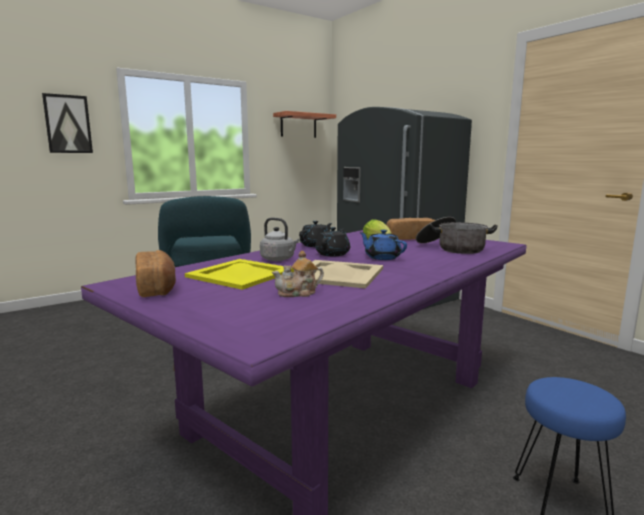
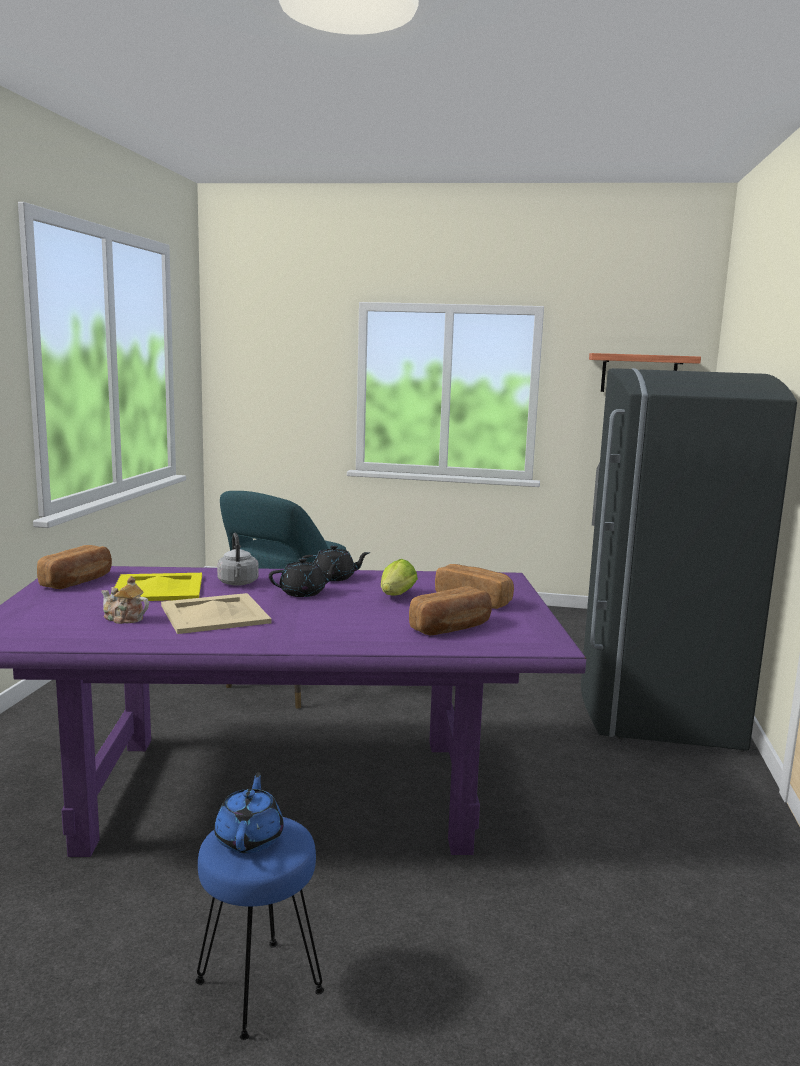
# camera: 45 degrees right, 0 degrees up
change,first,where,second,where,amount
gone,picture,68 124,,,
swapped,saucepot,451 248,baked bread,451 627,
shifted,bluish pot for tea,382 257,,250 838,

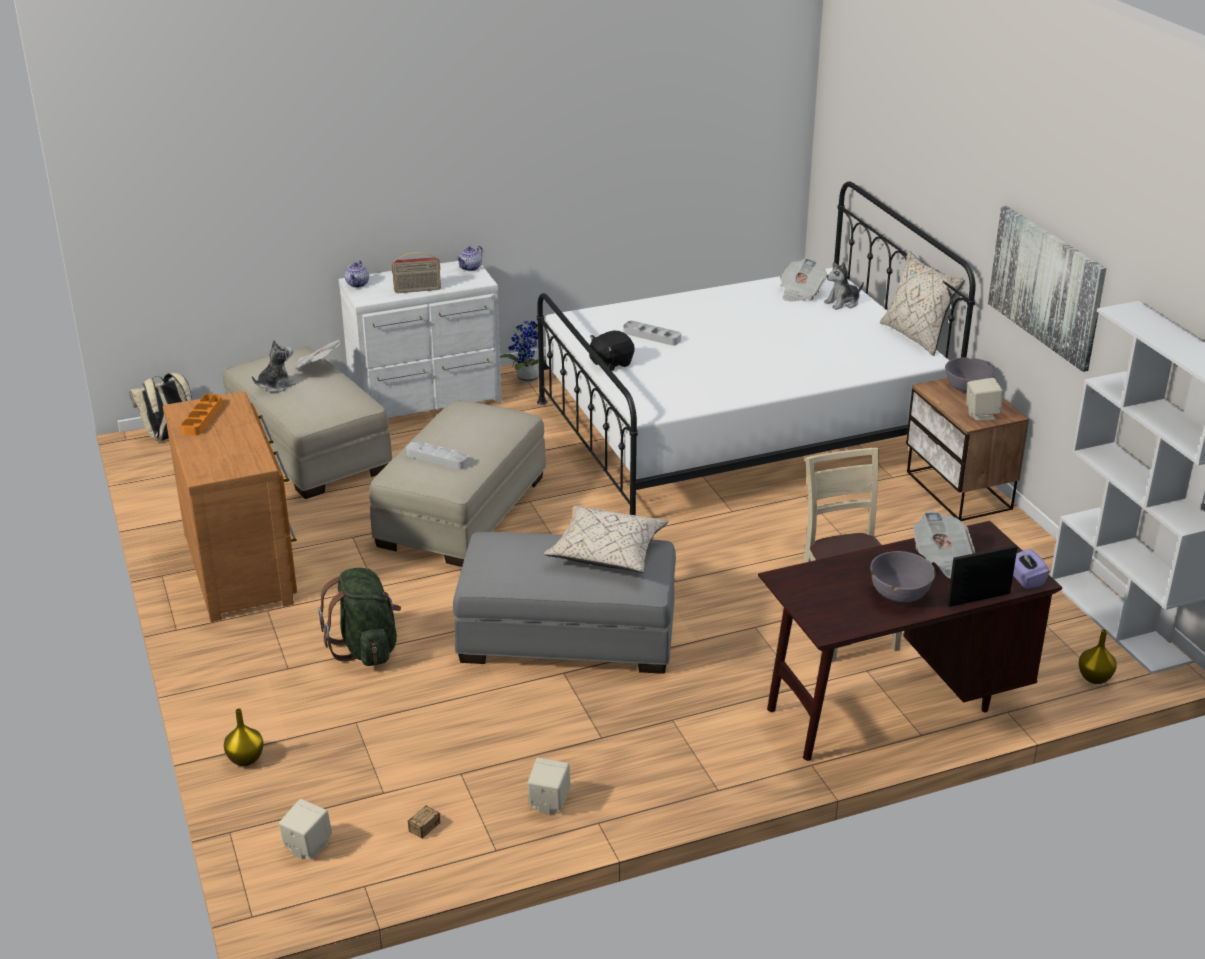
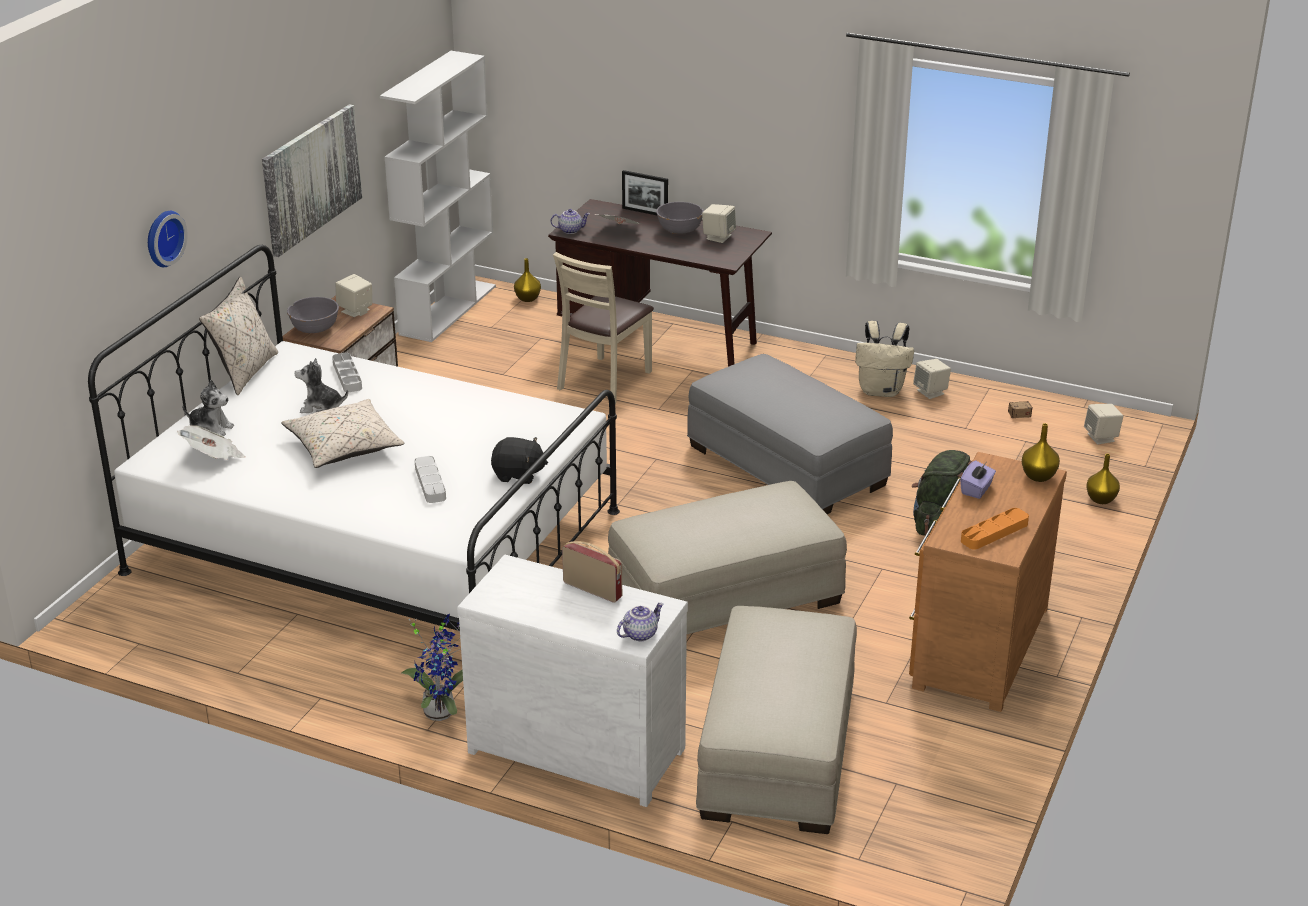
# camera: 135 degrees left, 0 degrees up
change,first,where,second,where,amount
shifted,pot for tea,470 268,,570 230,
gone,daily paper,318 366,,,
shifted,soft toy,275 385,,321 408,
shifted,sand-coloured rucksack,169 436,,882 390,
shifted,greyish carrying tray,437 458,,347 376,
shifted,sand-coloured pillow,607 552,,344 447,
shifted,purple tissue holder,1025 579,,976 489,
new,,,sand-coloured speaker,718 237,
new,,,hanging clock,162 238,
new,,,yellow vase,1038 476,

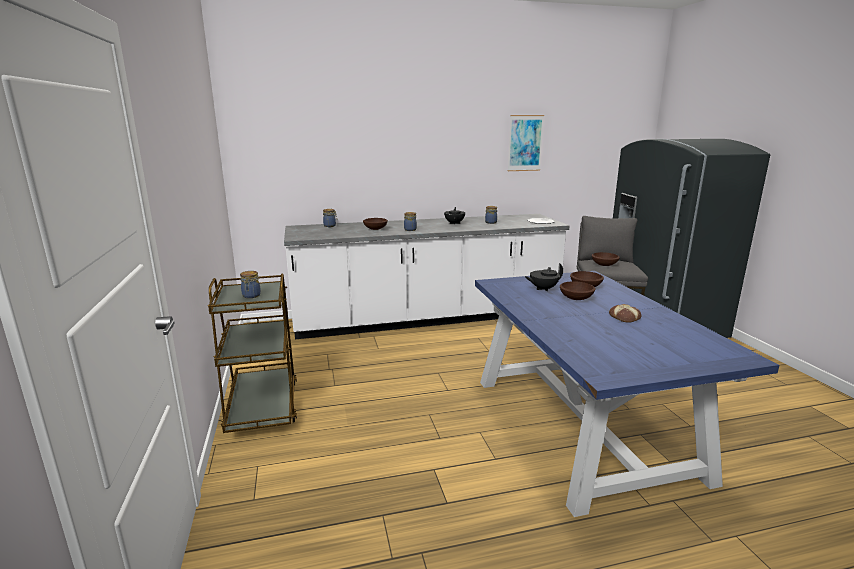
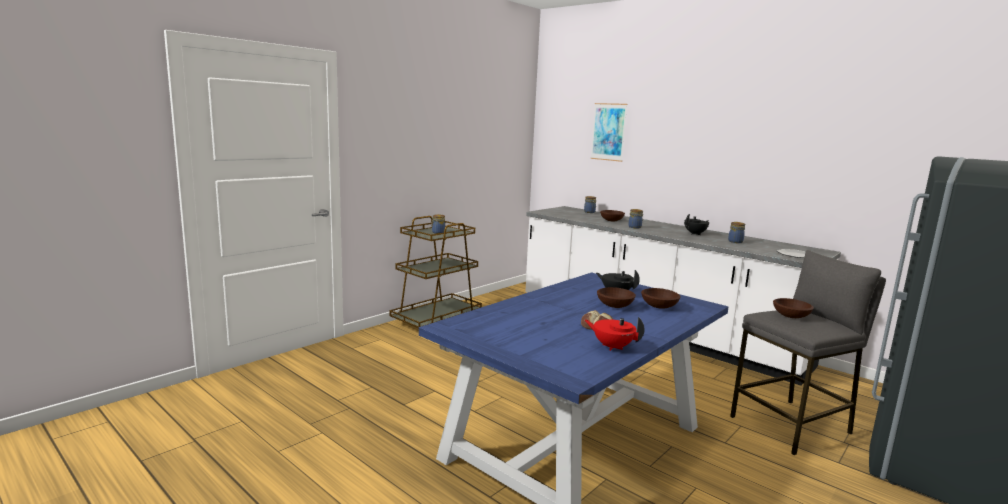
# camera: 55 degrees right, 5 degrees down
change,first,where,second,where,amount
shifted,picture,525 143,,608 132,
new,,,red pot for tea,612 347,

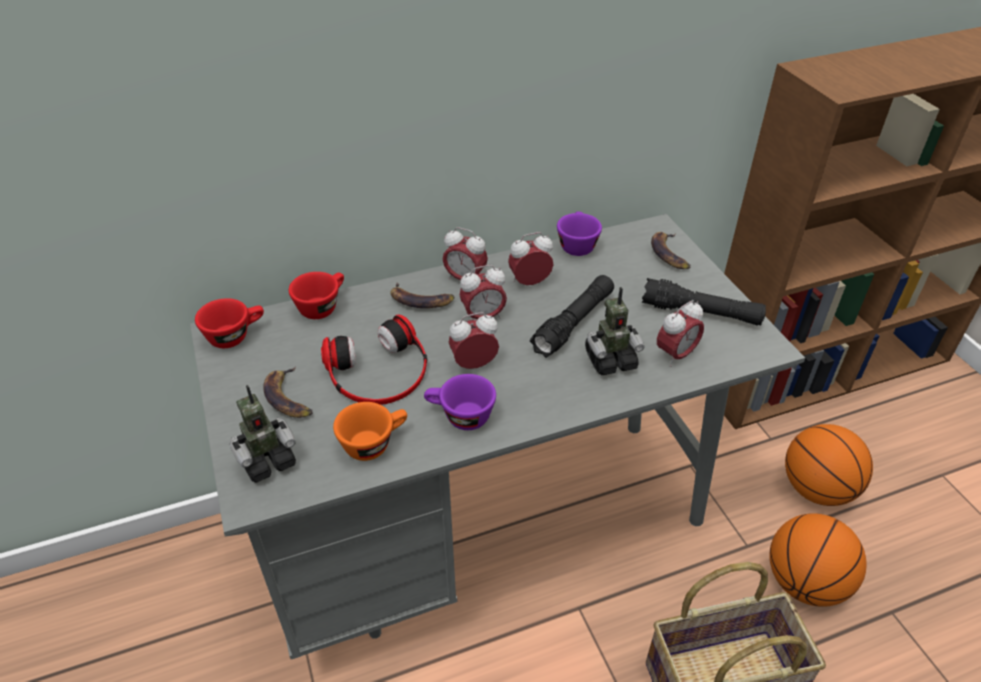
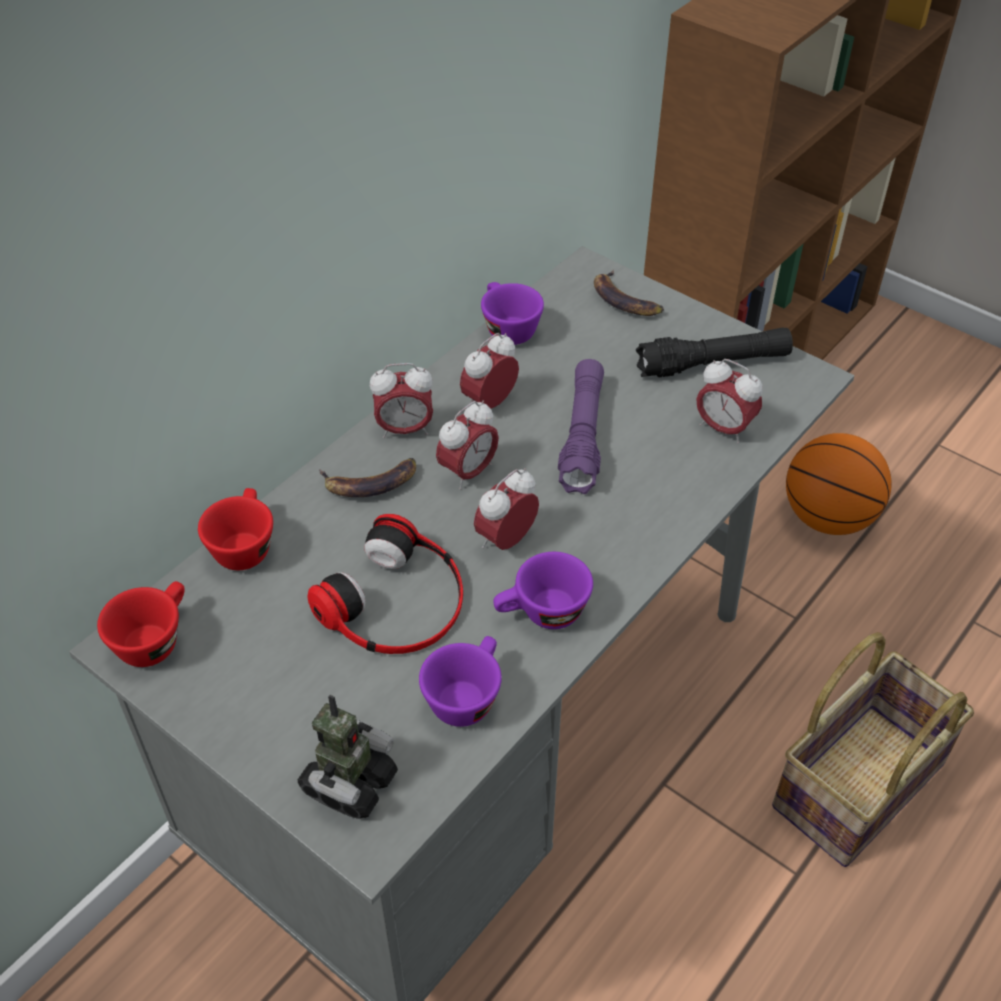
# camera: 30 degrees left, 5 degrees up
change,first,where,second,where,amount
repainted,blackish hand torch,573 323,purple hand torch,582 436,
gone,robot figure,610 360,,,
rotated,alarm clock,675 355,,723 428,105 degrees clockwise
gone,banana fruit,289 397,,,
repainted,orange small cup,374 443,purple small cup,466 695,
gone,basketball,804 582,,,

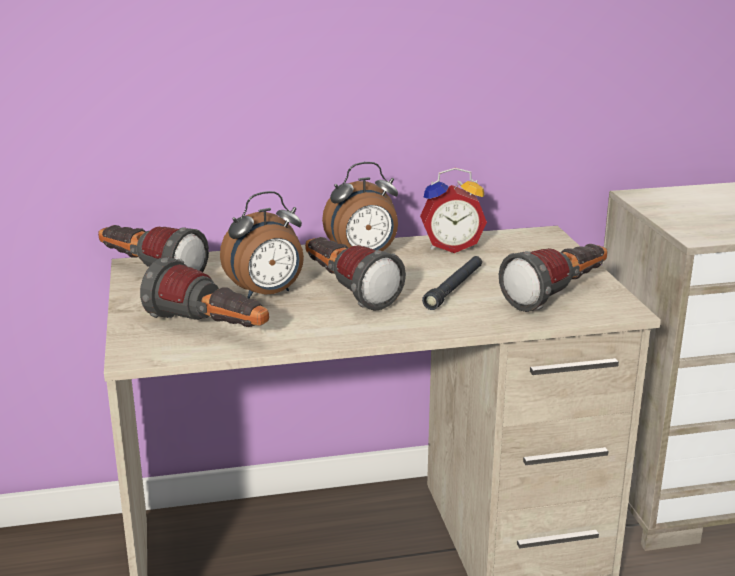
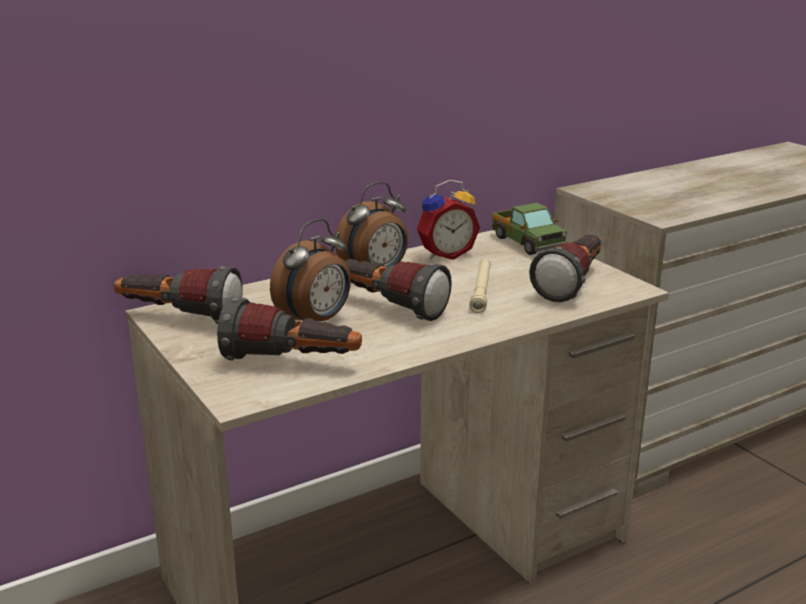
# camera: 20 degrees left, 0 degrees up
change,first,where,second,where,amount
repainted,blackish hand torch,454 288,sand-coloured hand torch,481 291,
new,,,model truck,527 243,

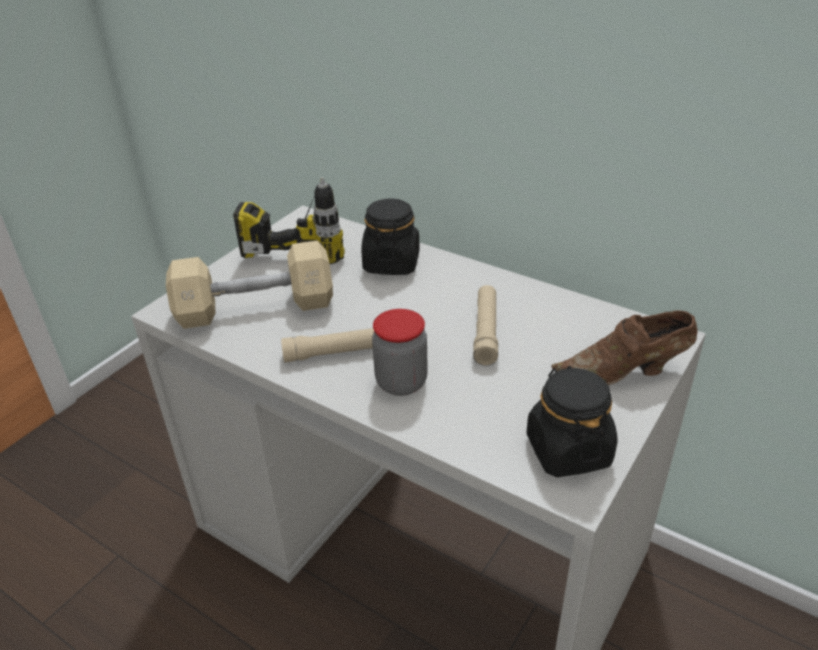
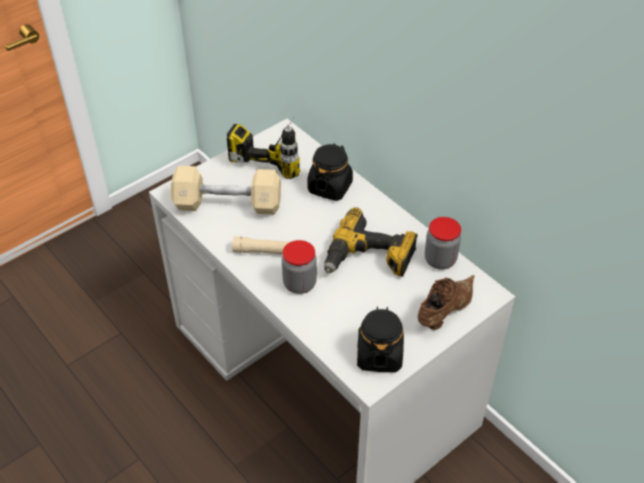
# camera: 15 degrees right, 10 degrees up
change,first,where,second,where,amount
swapped,sand-coloured hand torch,486 331,electric drill,369 259,
rotated,brownish item of footwear,625 373,,443 312,120 degrees clockwise
new,,,storage jar,440 260,

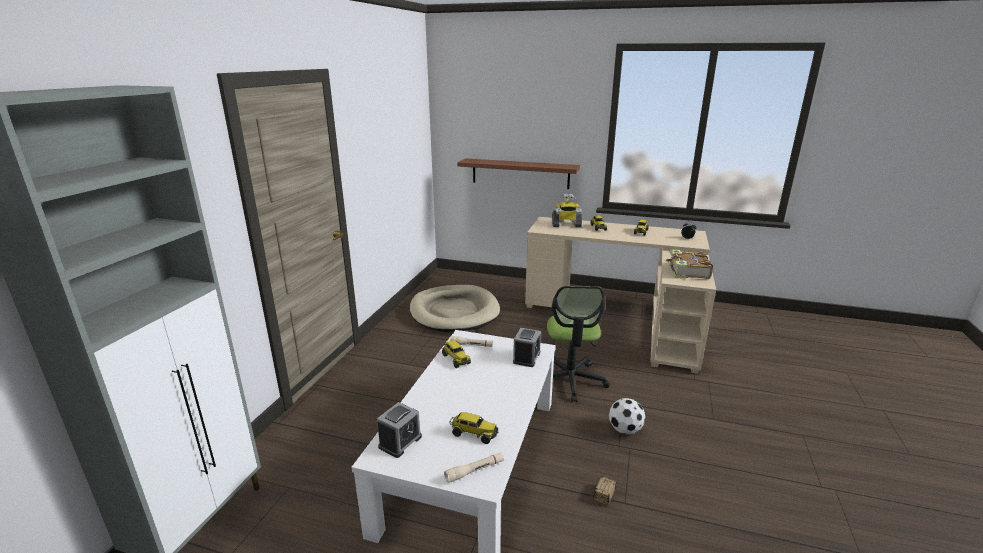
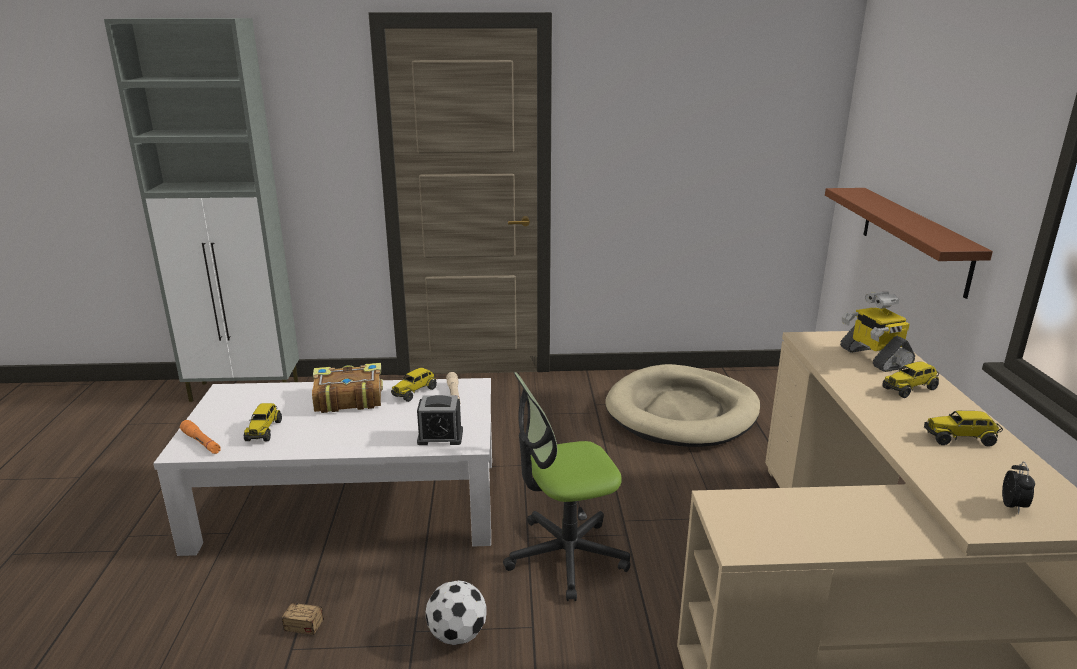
# camera: 70 degrees right, 0 degrees up
change,first,where,second,where,amount
shifted,book,687 271,,348 398,
gone,alarm clock,400 442,,,
repainted,sand-coloured hand torch,475 471,orange hand torch,201 442,

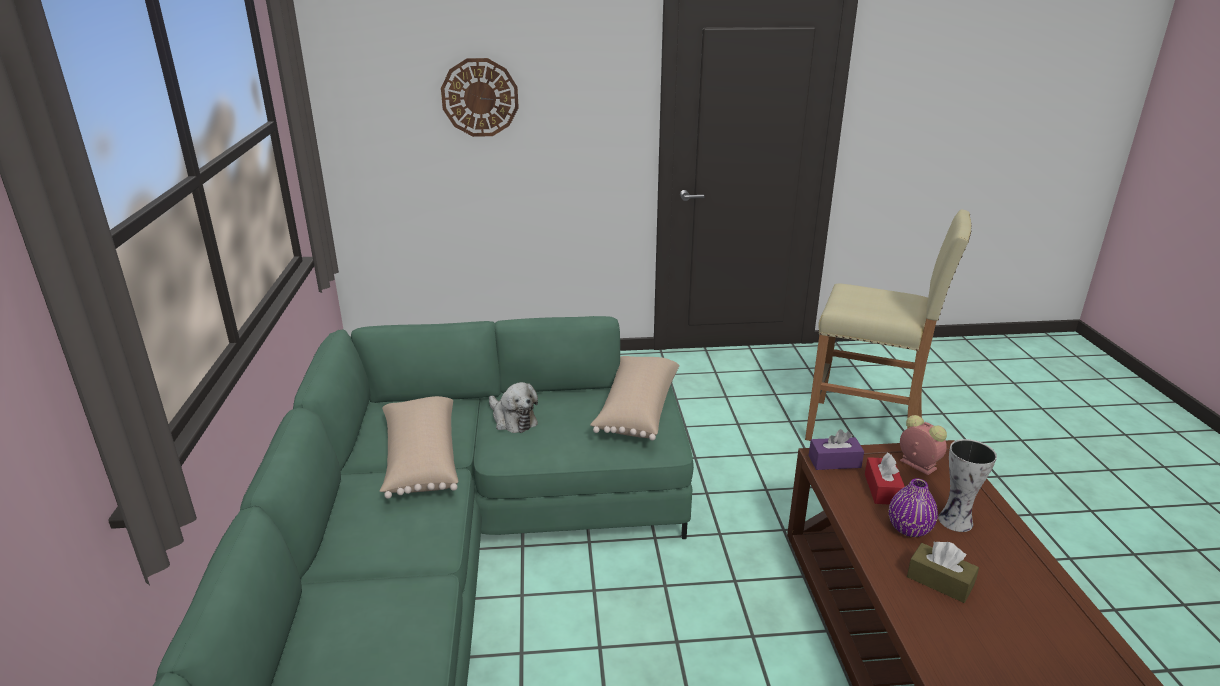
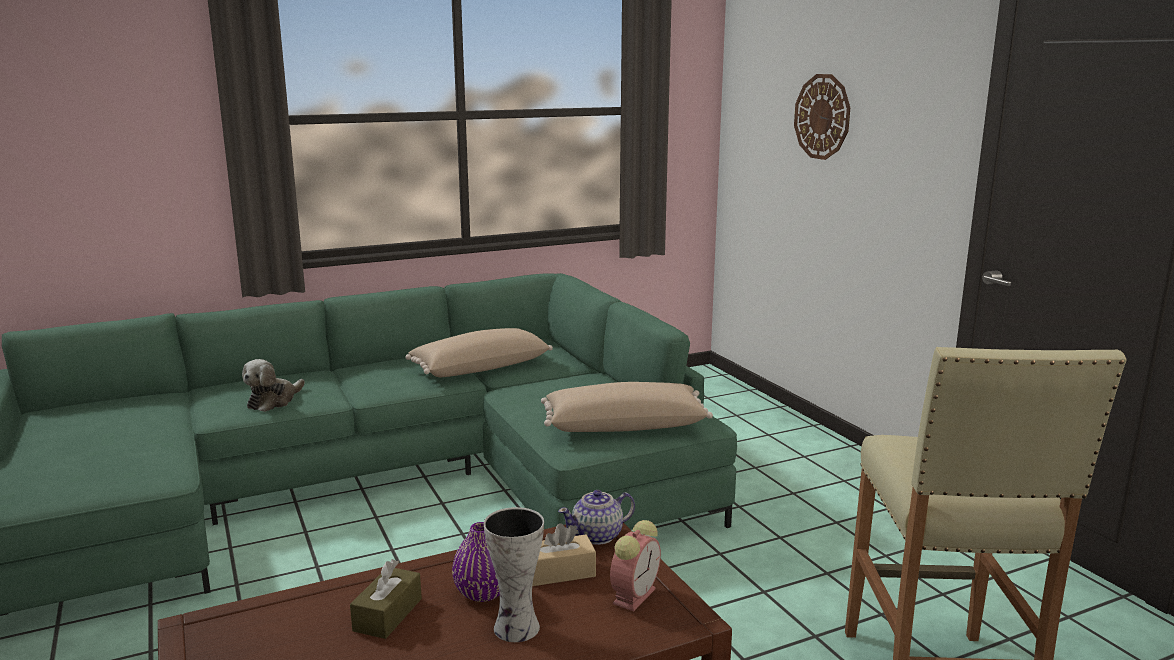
# camera: 70 degrees right, 10 degrees down
change,first,where,second,where,amount
shifted,soft toy,512 420,,273 401,
swapped,purple tissue holder,834 461,pot for tea,598 536,
repainted,red tissue holder,882 489,sand-coloured tissue holder,559 572,

